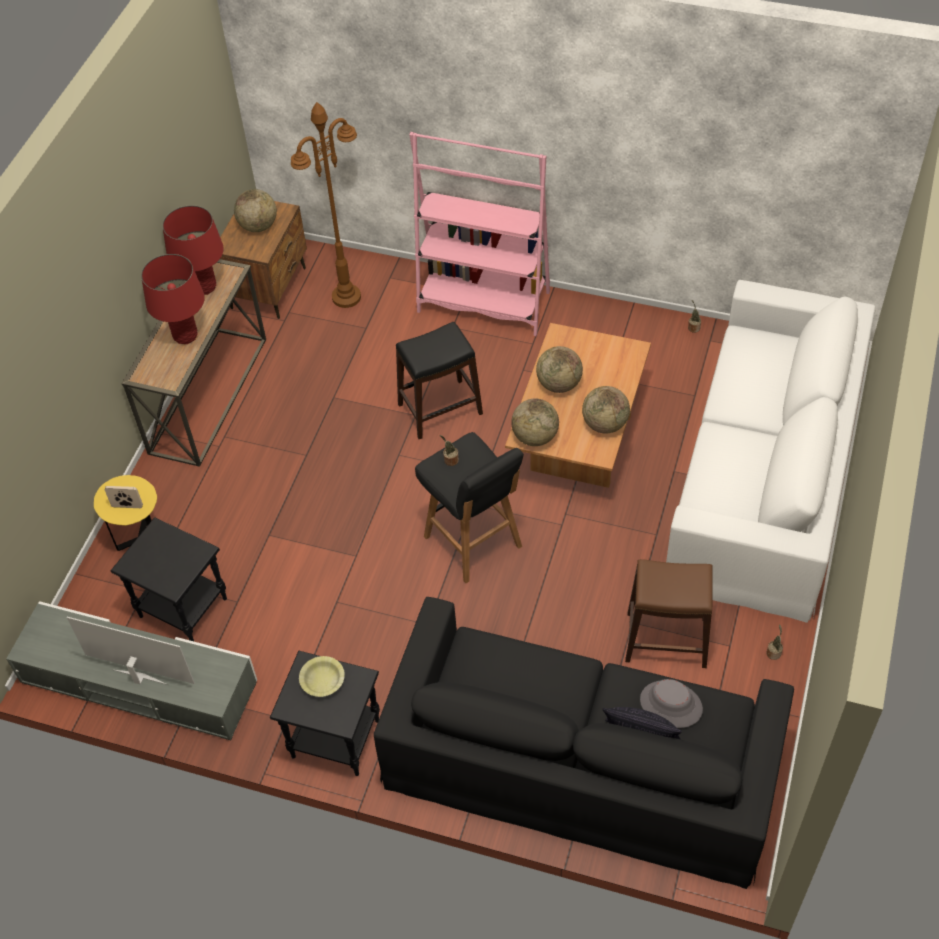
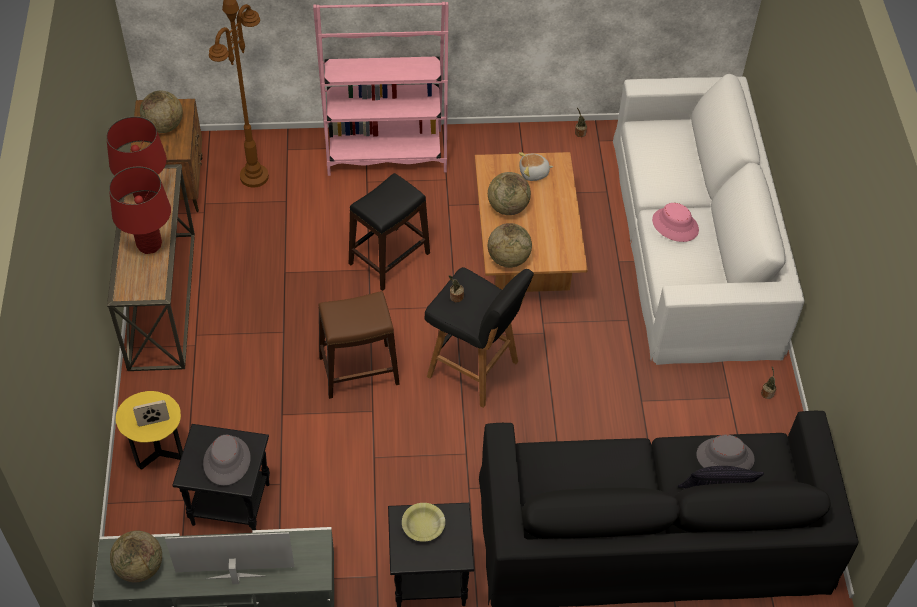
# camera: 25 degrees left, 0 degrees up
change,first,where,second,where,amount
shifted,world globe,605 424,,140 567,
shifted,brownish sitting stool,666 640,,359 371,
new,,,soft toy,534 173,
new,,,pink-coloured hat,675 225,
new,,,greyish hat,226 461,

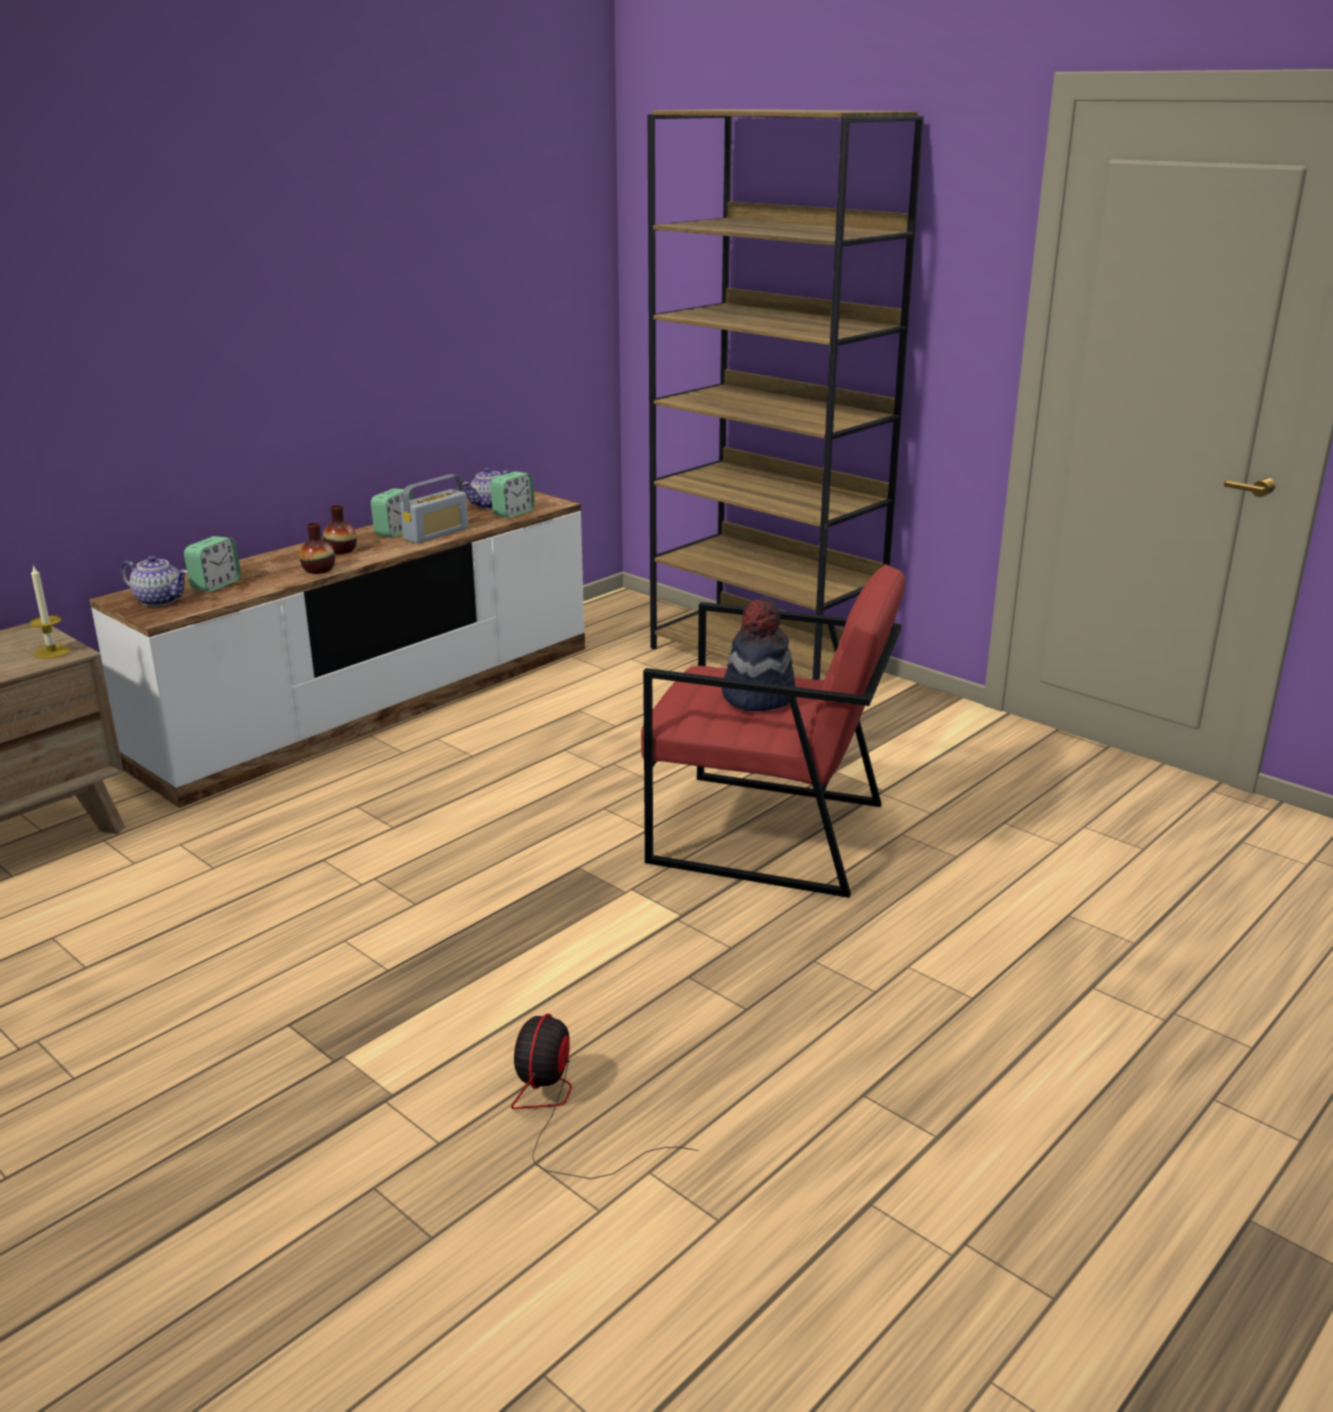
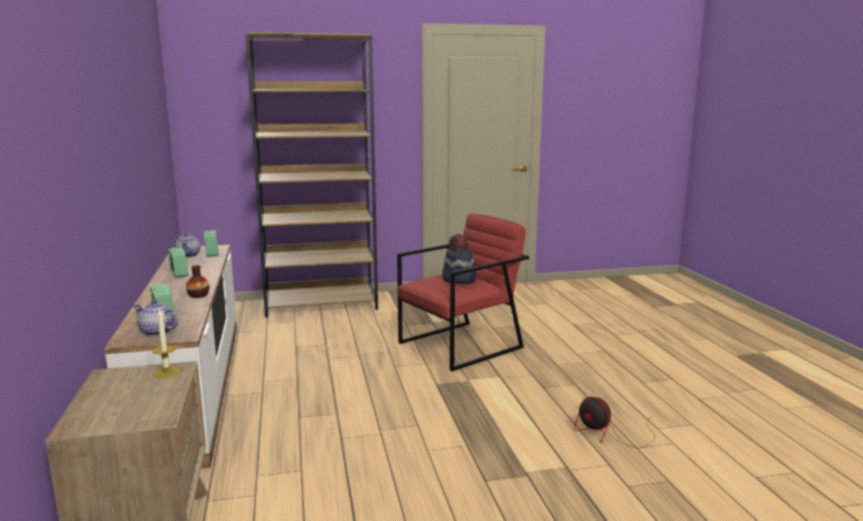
# camera: 55 degrees left, 10 degrees down
change,first,where,second,where,amount
gone,radio set,436 534,,,
gone,vase,341 550,,,
rotated,pot for tea,160 600,,156 332,120 degrees counterclockwise

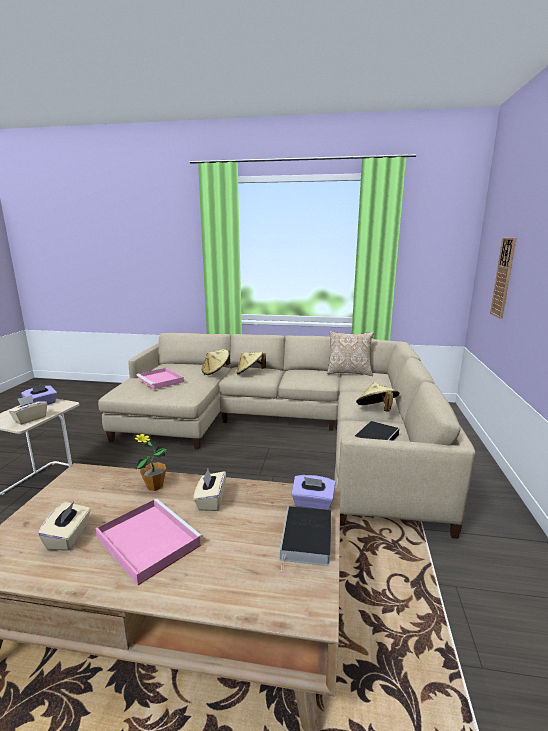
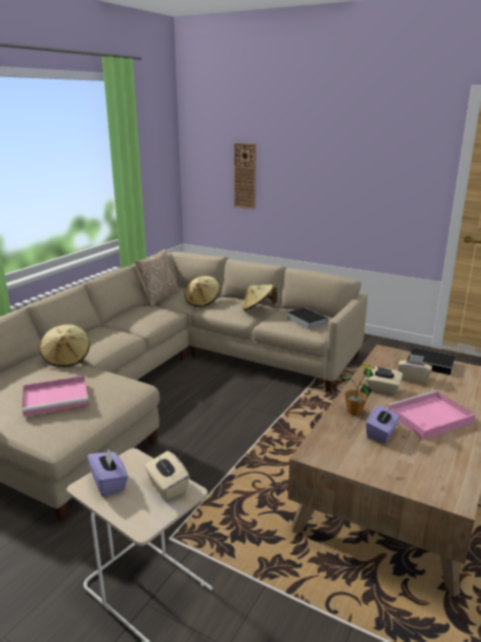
# camera: 70 degrees left, 5 degrees up
change,first,where,second,where,amount
shifted,sand-coloured hat,250 373,,202 302,
shifted,purple tissue holder,312 503,,381 434,
shifted,sand-coloured tissue holder,69 537,,413 378,

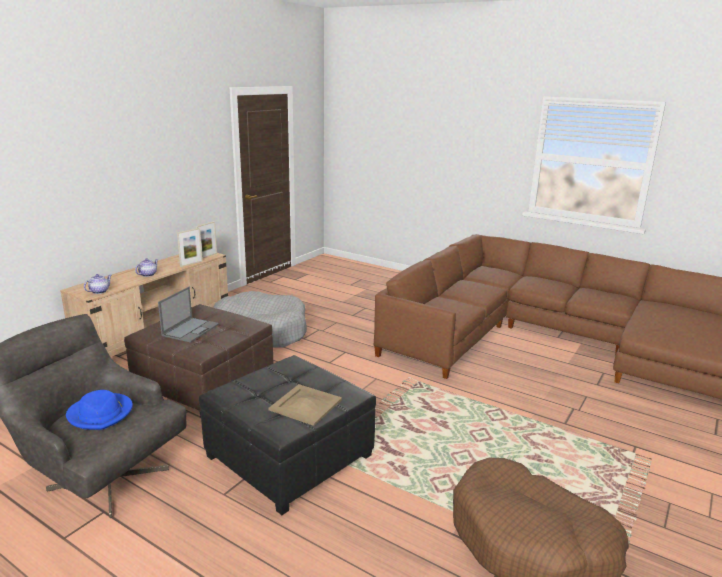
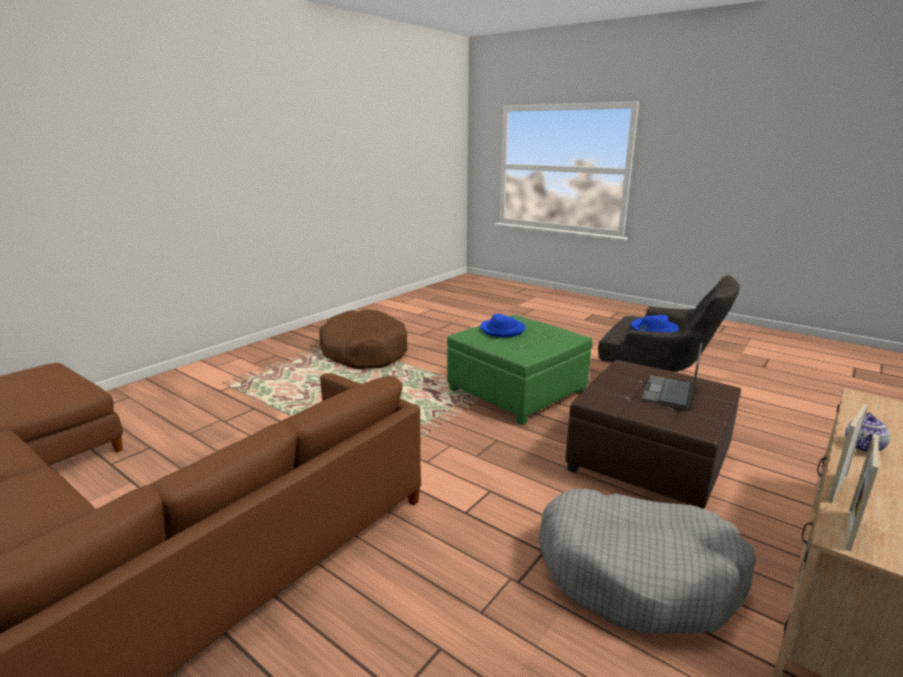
# camera: 175 degrees left, 0 degrees up
change,first,where,second,where,amount
gone,pot for tea,99 291,,,
repainted,blackish ottoman,289 455,green ottoman,516 391,
swapped,sand-coloured carrying tray,306 404,bluish hat,502 330,

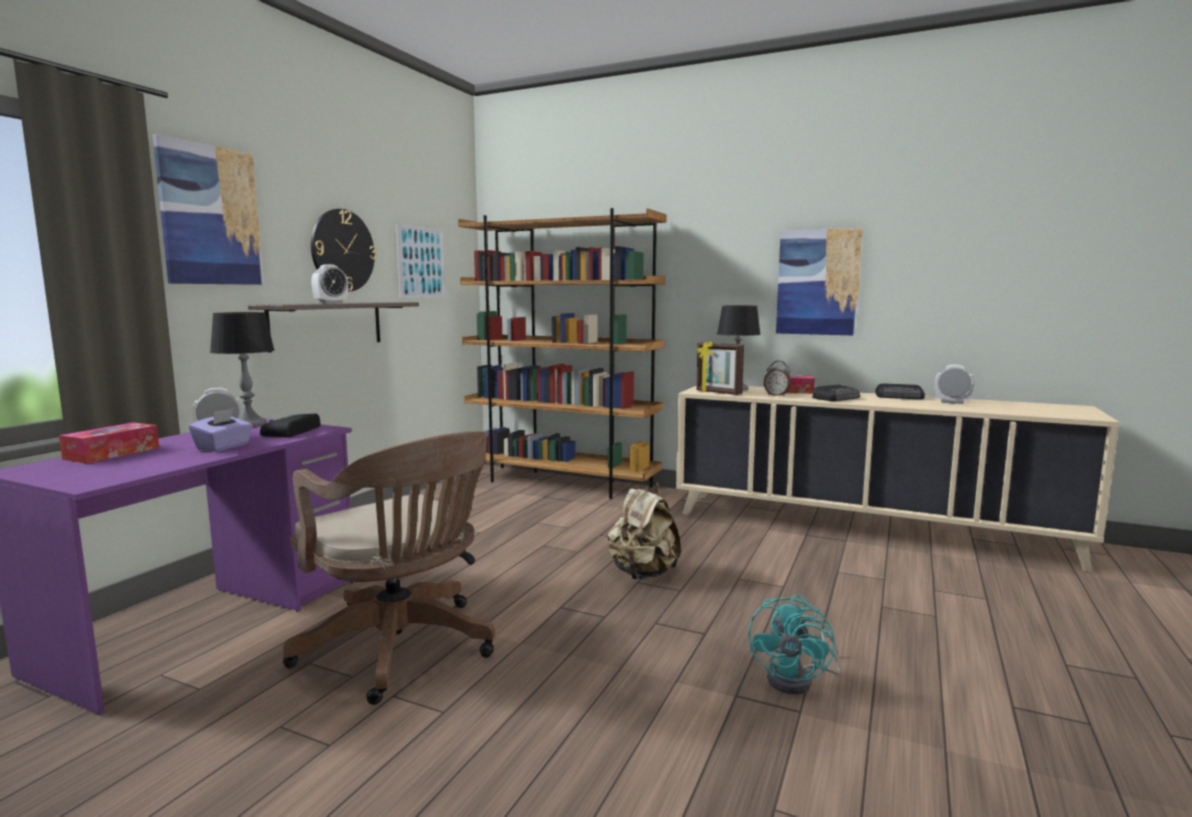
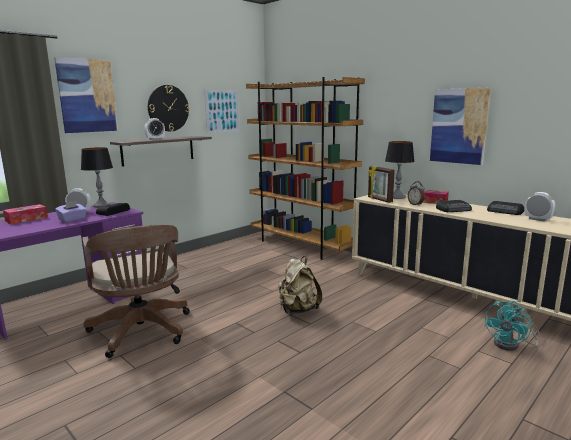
# camera: 20 degrees right, 5 degrees up
change,first,where,second,where,amount
shifted,blue-green cooling fan,798 680,,511 345,

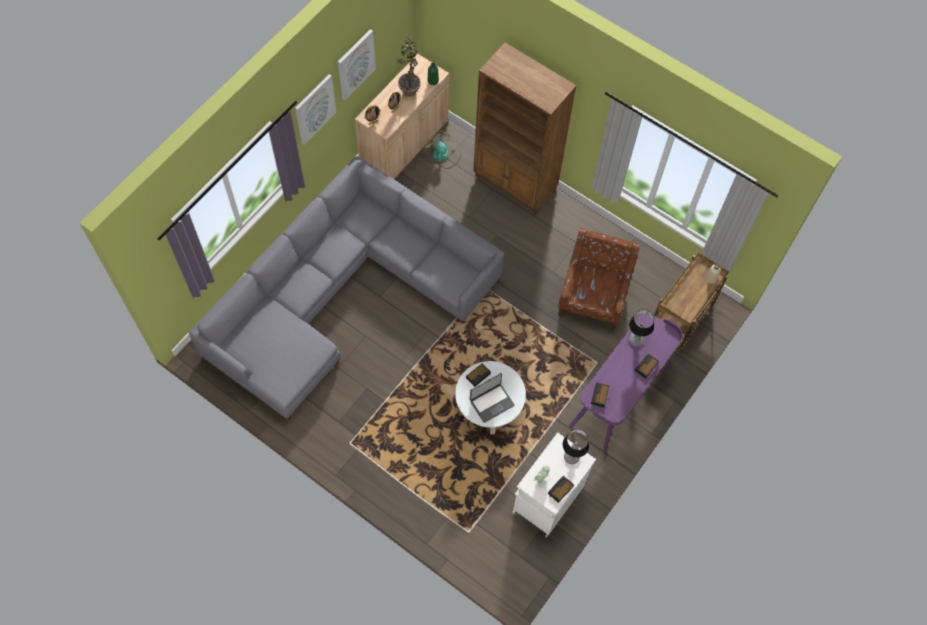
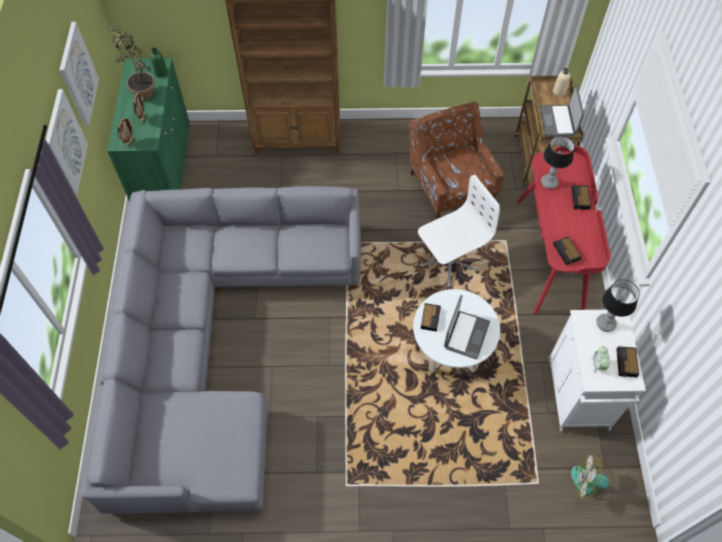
# camera: 35 degrees left, 5 degrees down
change,first,where,second,where,amount
repainted,sand-coloured storage cabinet,404 143,green storage cabinet,163 165,
shifted,cooling fan,443 156,,591 483,
repainted,purple desk table,621 395,red desk table,551 254,
new,,,portable computer,558 121,
new,,,white-coloured desk chair,448 262,

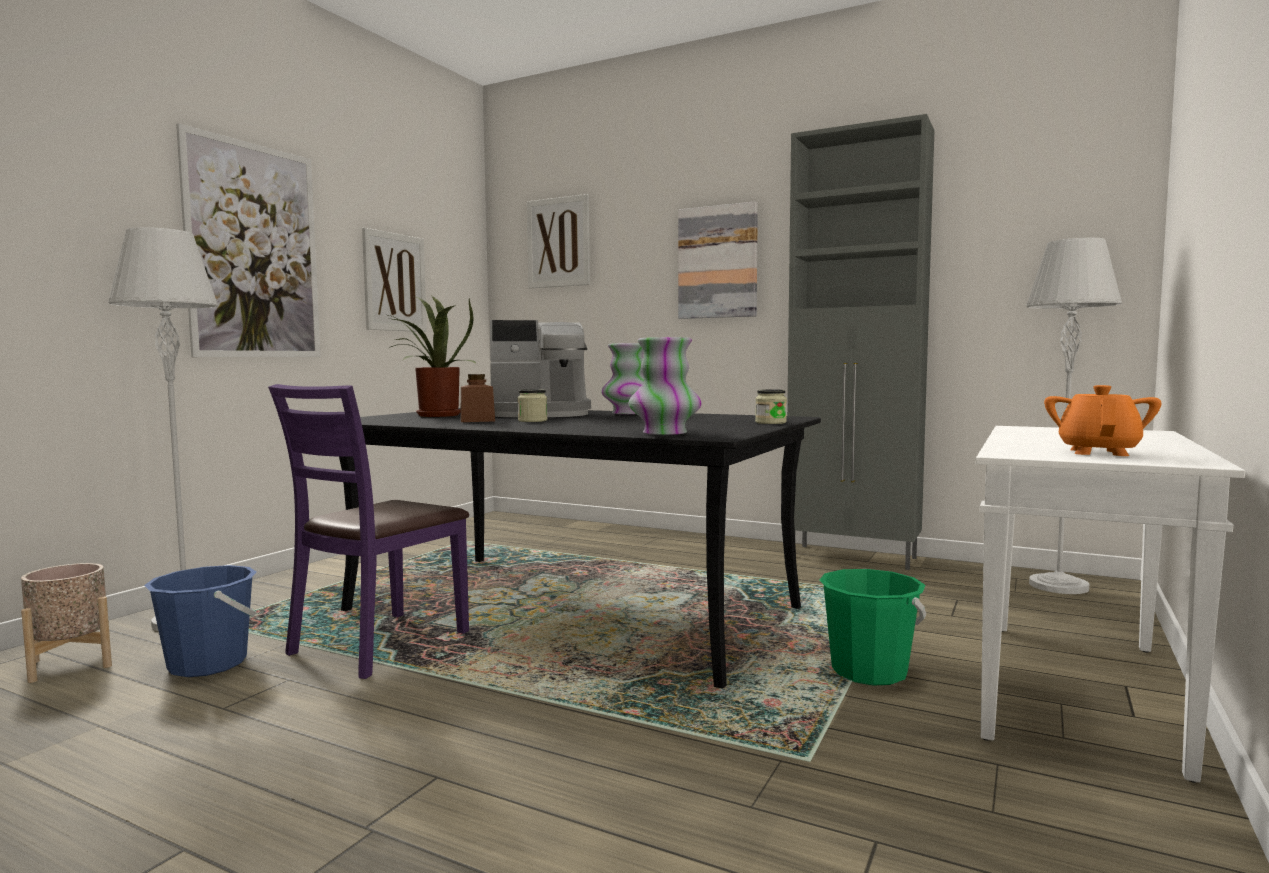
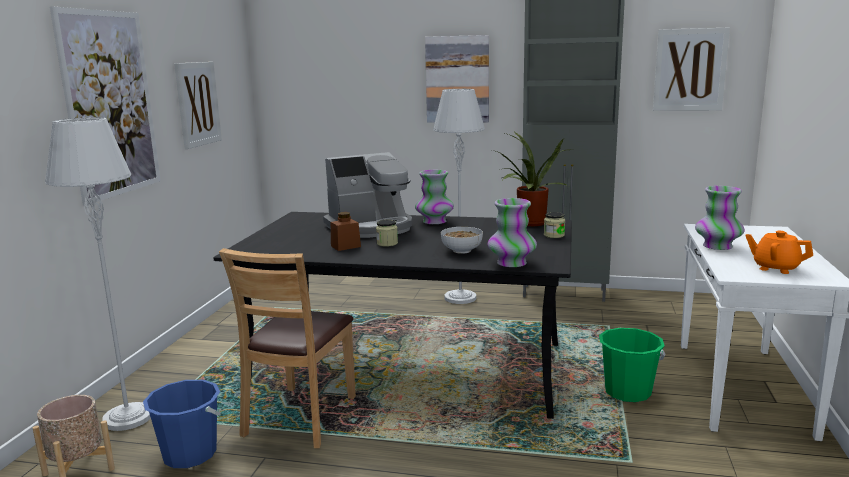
# camera: 15 degrees left, 10 degrees up
change,first,where,second,where,amount
shifted,picture,558 242,,690 70,
shifted,greyish standard lamp,1058 586,,460 298,
shifted,plant in a pot,433 415,,529 223,
repainted,purple chair,379 644,brownish chair,301 417,
rotated,orange pot for tea,1098 452,,775 268,60 degrees counterclockwise
new,,,vase,717 246,
new,,,deep dish,461 251,

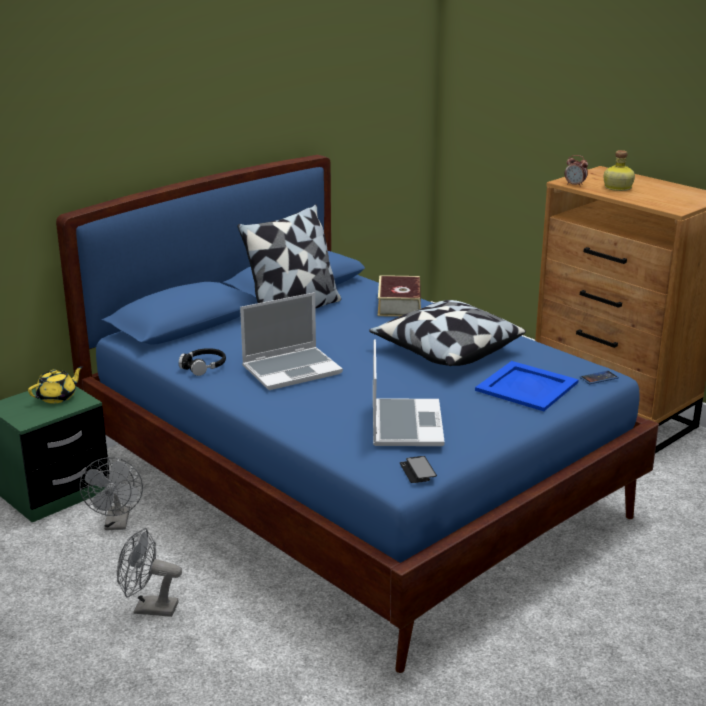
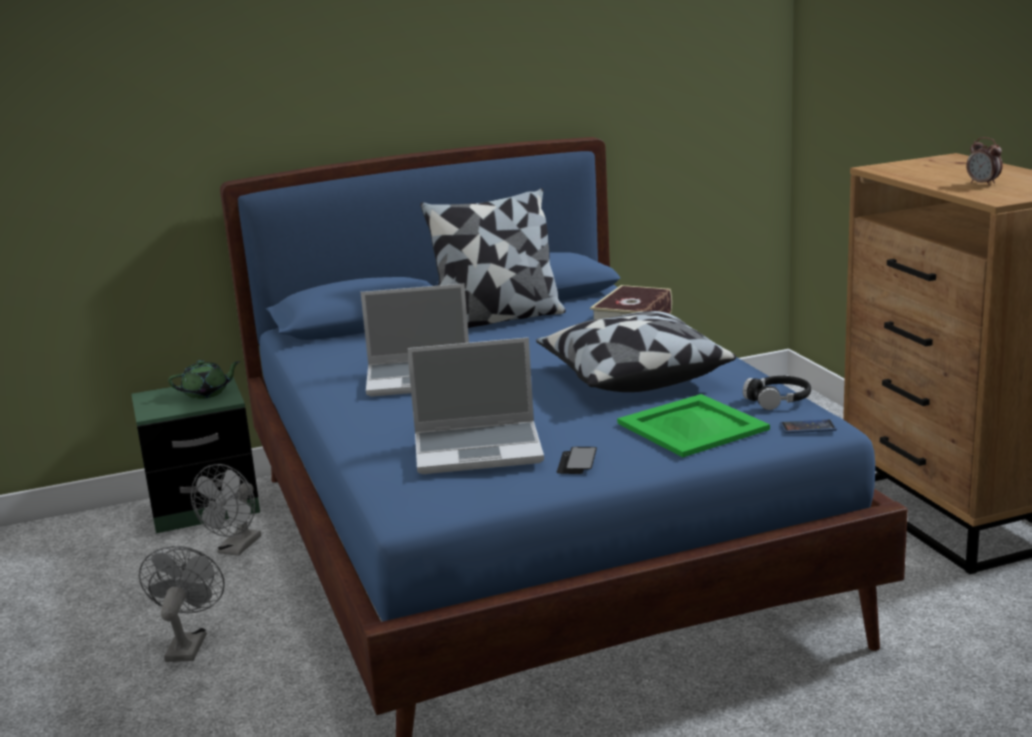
# camera: 25 degrees right, 5 degrees down
change,first,where,second,where,amount
gone,drink bottle,617 188,,,
shifted,alarm clock,575 185,,983 184,
rotated,portable computer,404 424,,479 449,60 degrees clockwise
shifted,blackish headphones,203 367,,778 400,
repainted,bluish carrying tray,526 386,green carrying tray,692 426,
repainted,yellow pot for tea,57 397,green pot for tea,206 393,
shifted,handset,417 471,,577 462,
rotated,greyish cooling fan,148 608,,188 644,60 degrees clockwise

